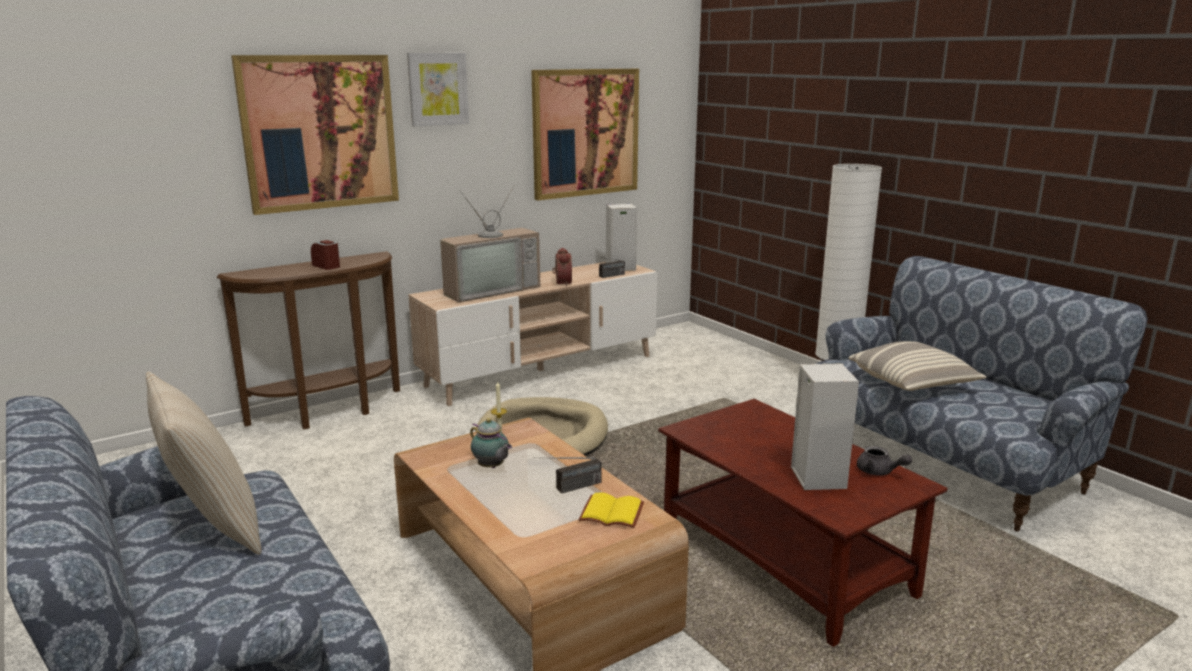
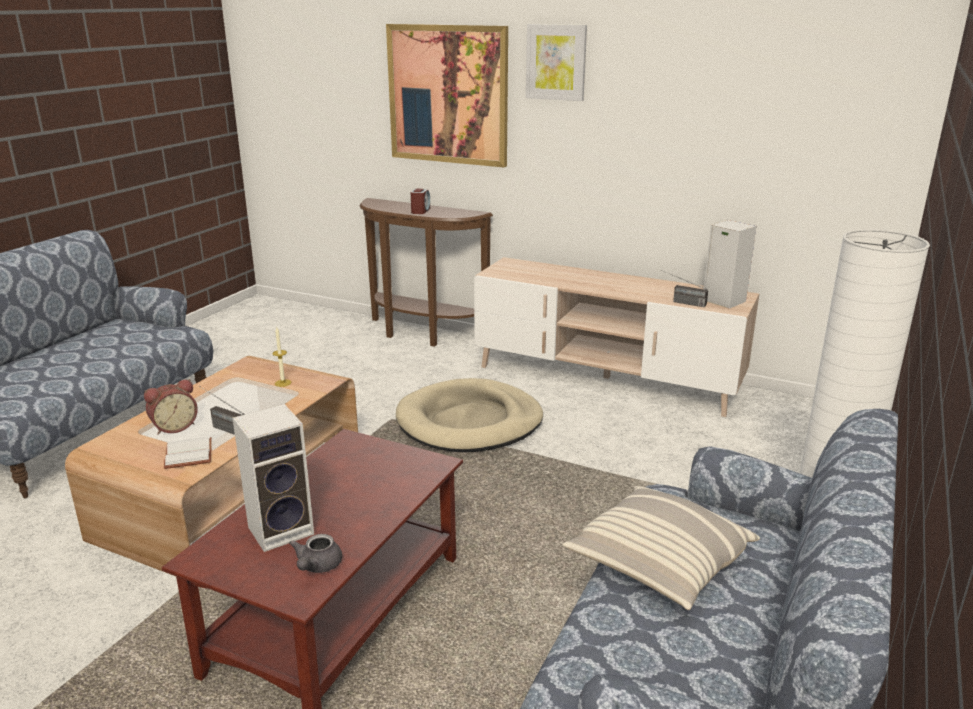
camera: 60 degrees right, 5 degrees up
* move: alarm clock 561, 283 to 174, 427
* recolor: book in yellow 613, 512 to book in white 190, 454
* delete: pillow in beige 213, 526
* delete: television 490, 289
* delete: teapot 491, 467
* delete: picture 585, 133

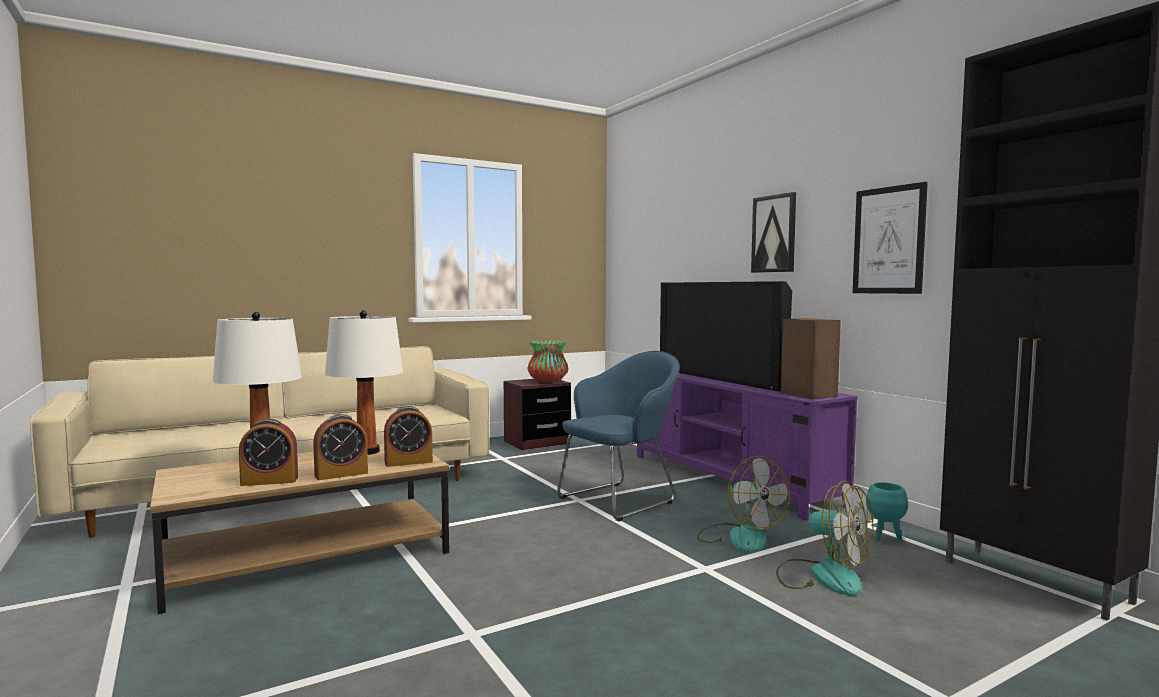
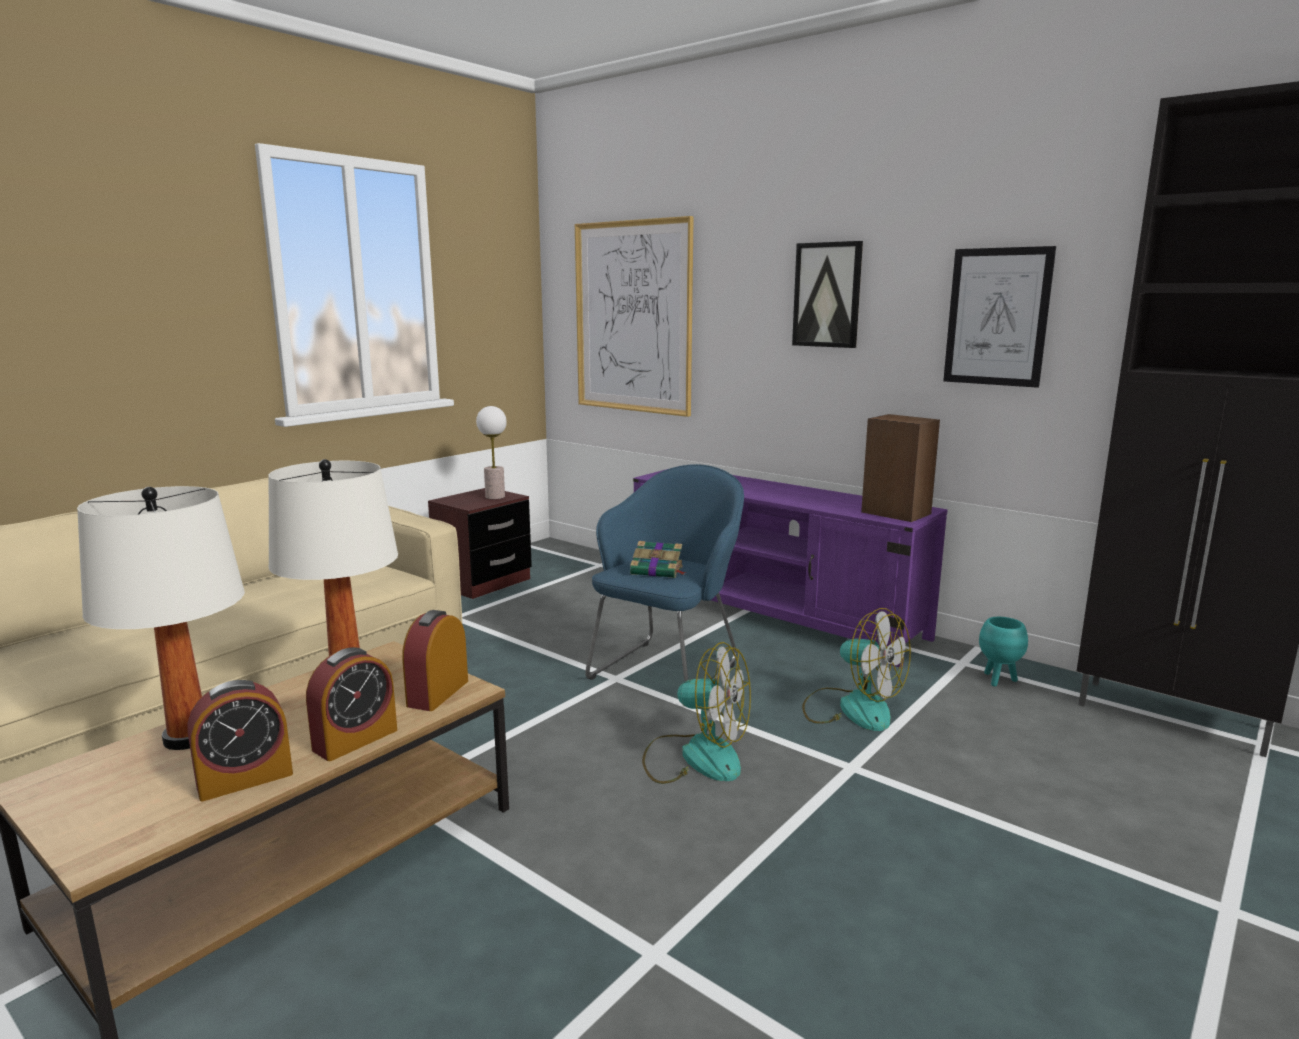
camera: 20 degrees left, 10 degrees up
* rotate: alarm clock 408, 462 = 438, 693 150 degrees clockwise
* replace: vase 548, 381 to table lamp 495, 497
* insert: picture 633, 317
* insert: book 658, 571
* move: fan 822, 576 to 696, 757
* delete: television 720, 378

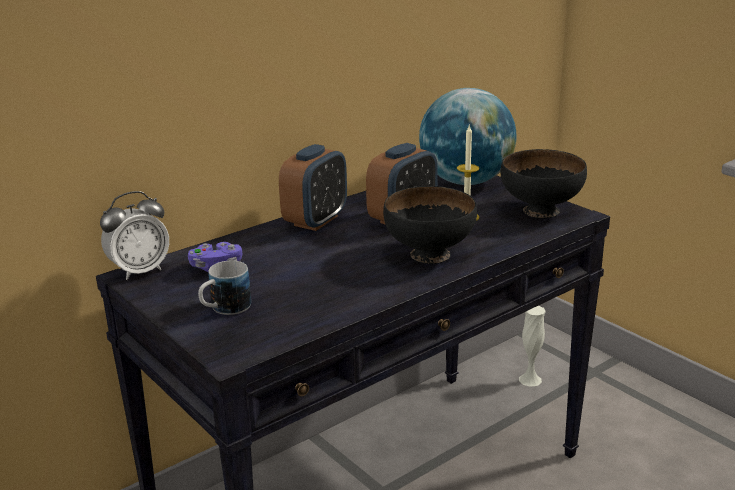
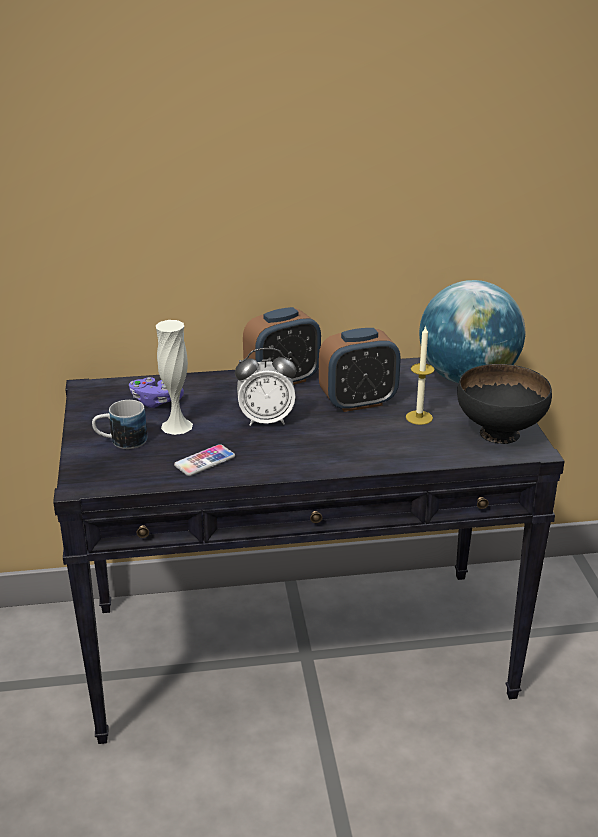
camera: 30 degrees right, 5 degrees up
* move: vase in white 530, 379 to 176, 426
* insert: phone 204, 461
* move: alarm clock 139, 271 to 266, 420
* delete: bowl in black 429, 254

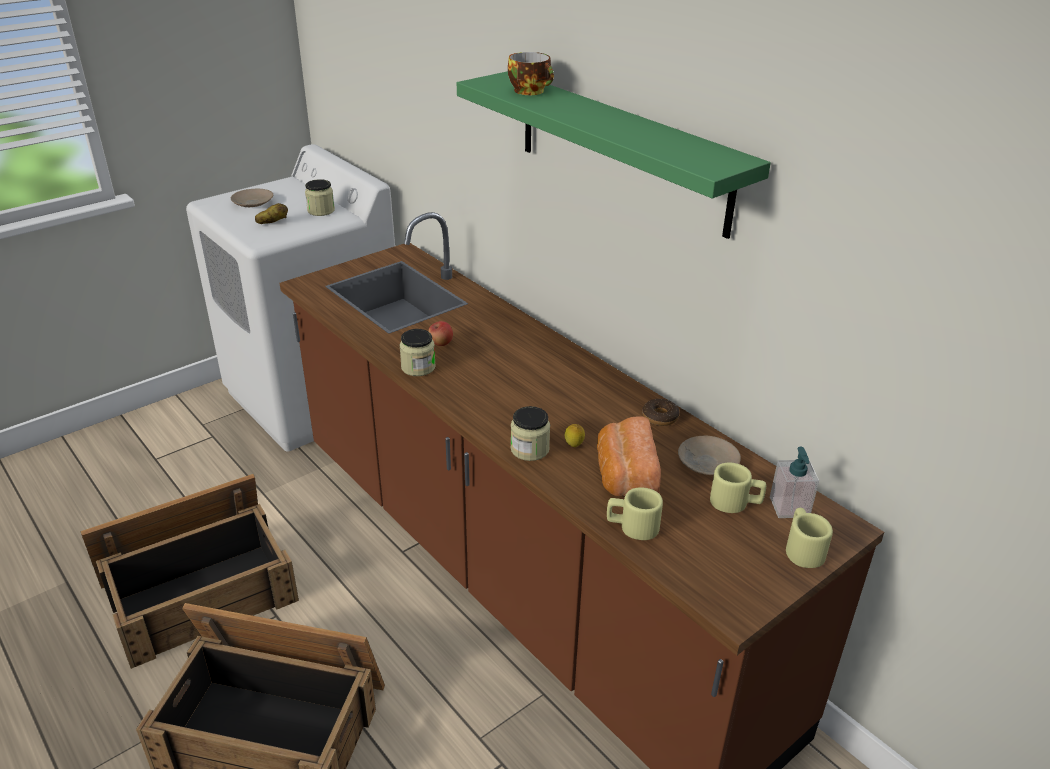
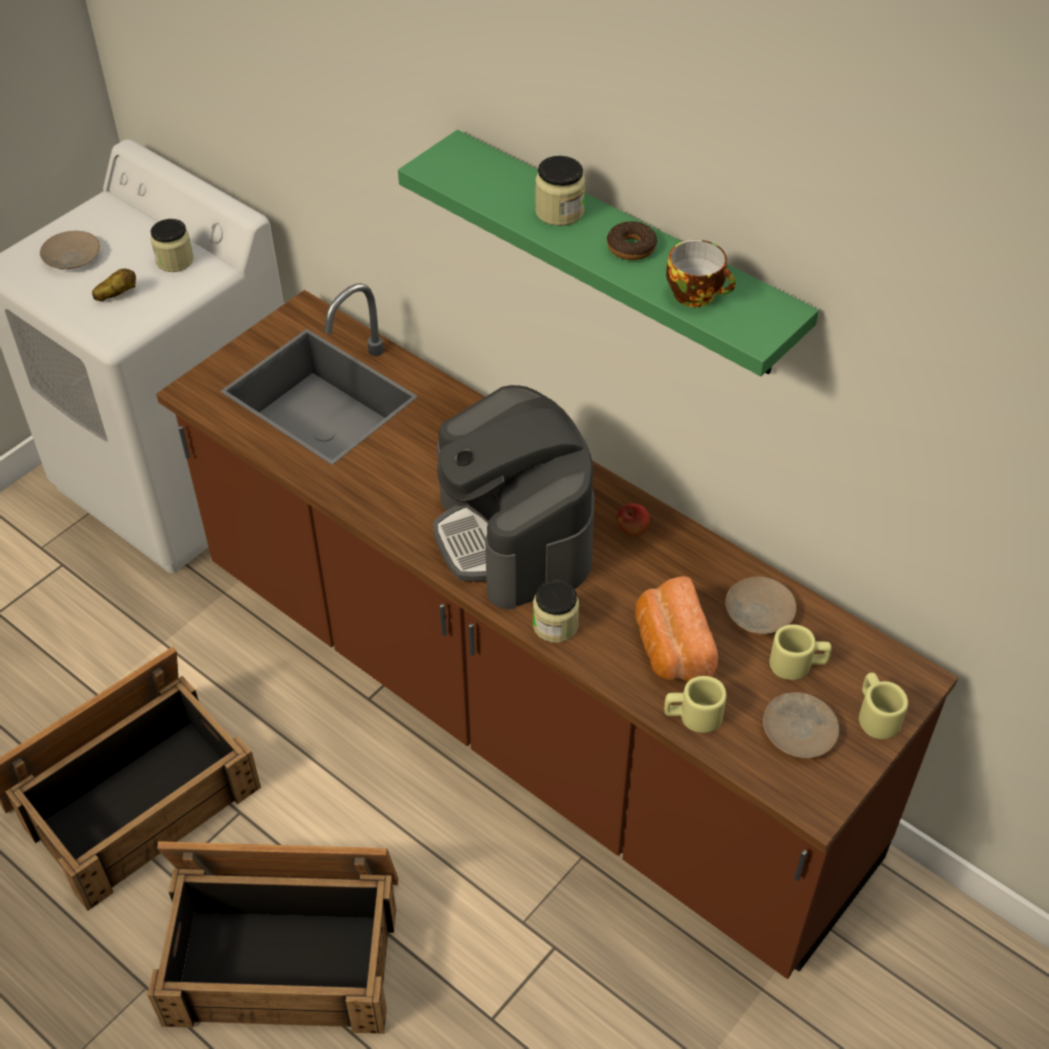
camera: 10 degrees left, 15 degrees up
* insert: coffee machine 514, 536
* move: jar 418, 367 to 559, 211
* move: donut 660, 417 to 631, 247
* move: apple 441, 343 to 632, 529
* move: cup 531, 91 to 697, 294
* insert: plate in beige 799, 730
* delete: lemon 574, 446
* delete: soap dispenser 789, 507

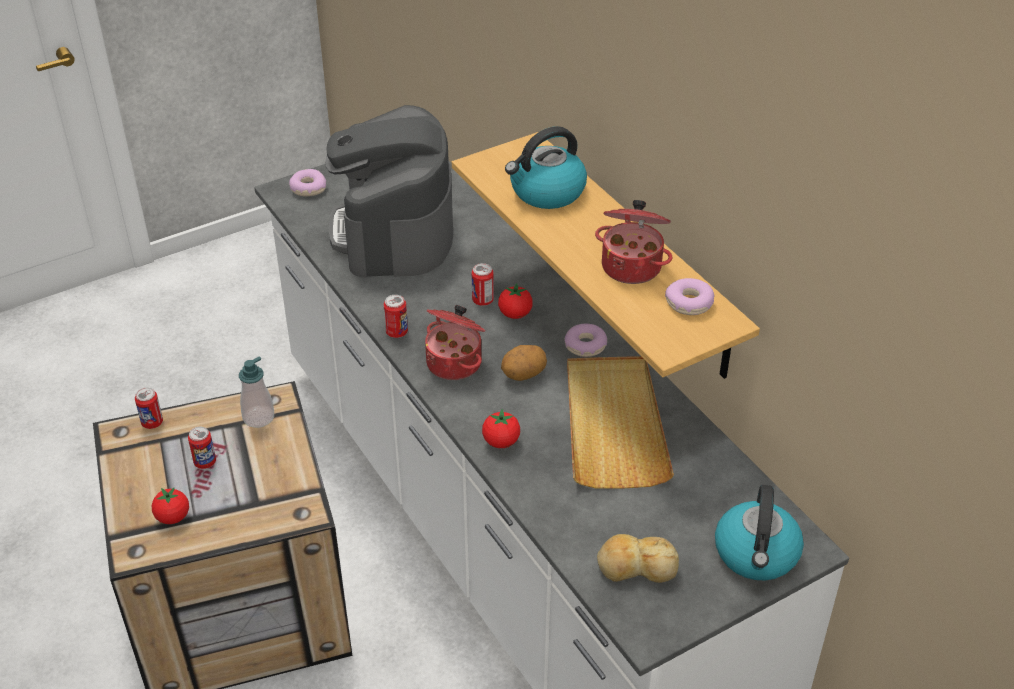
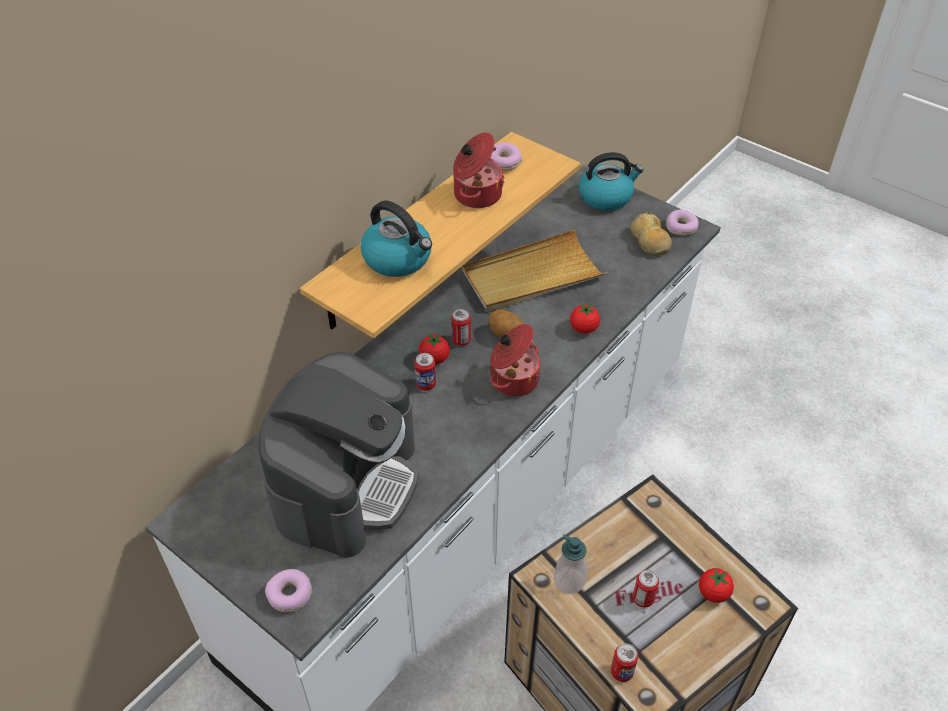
camera: 110 degrees left, 5 degrees up
* rotate: coffee machine 394, 231 = 346, 483 45 degrees counterclockwise
* move: can 396, 332 to 461, 340
* move: donut 585, 346 to 681, 227

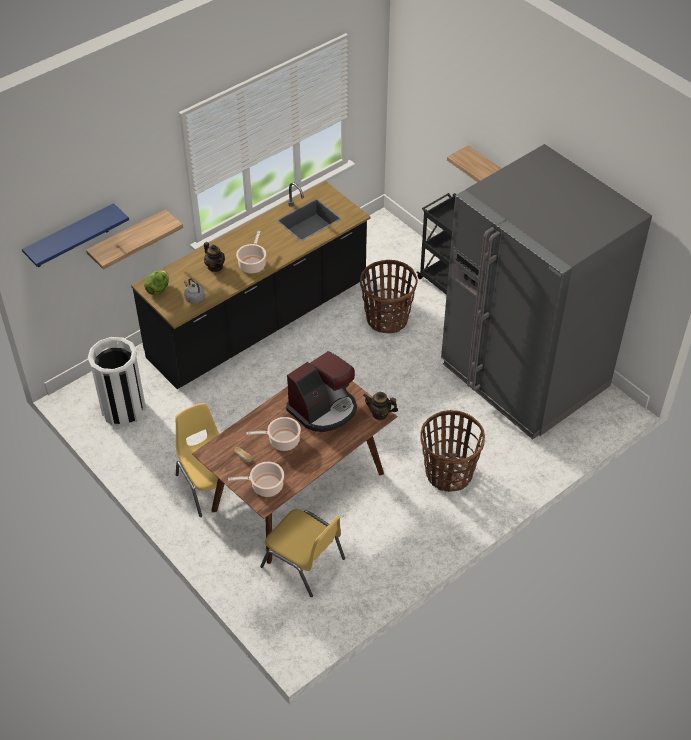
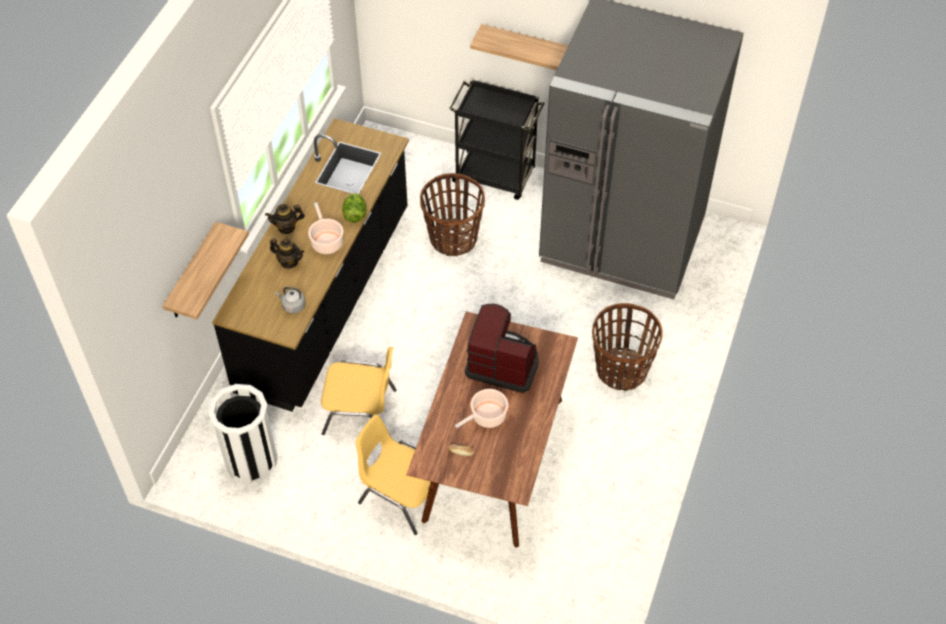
camera: 30 degrees left, 5 degrees up
* move: teapot 379, 414 to 286, 227
* move: chair in yellow 304, 563 to 361, 411
* move: lettuce 158, 289 to 355, 215
* rotate: coffee machine 323, 409 = 503, 363 90 degrees counterclockwise
* delete: shelf in blue 71, 237
* delete: cooking pot 265, 486

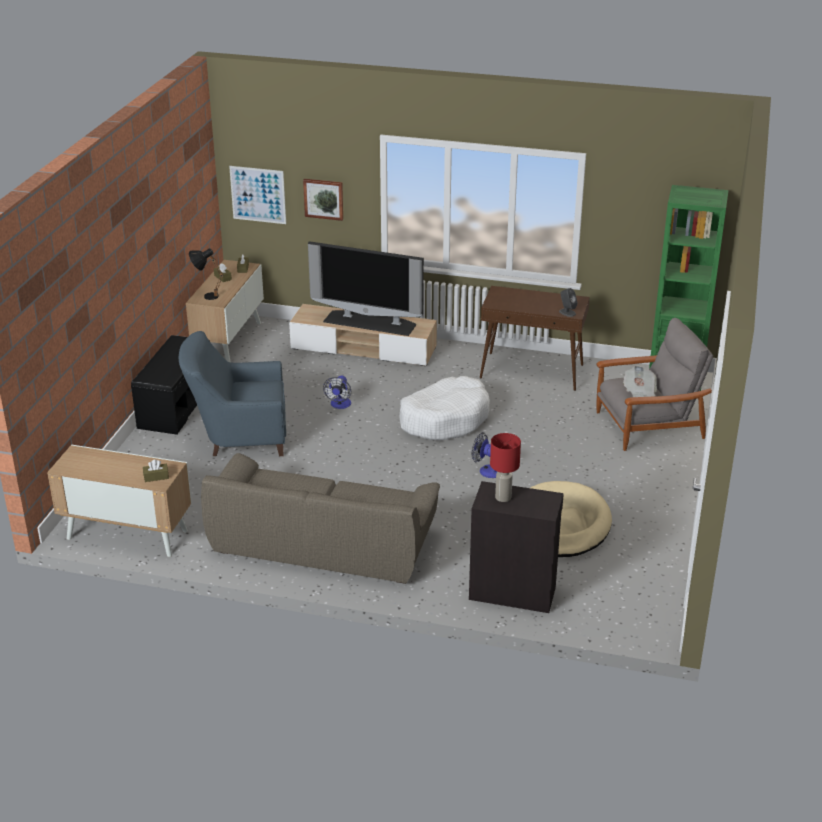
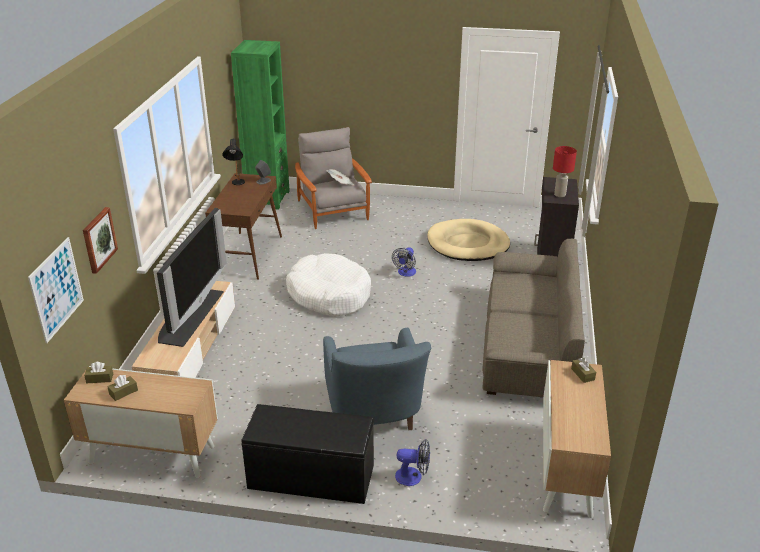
camera: 95 degrees left, 0 degrees up
* move: table lamp in black 206, 296 to 237, 184
* move: fan 340, 405 to 413, 477

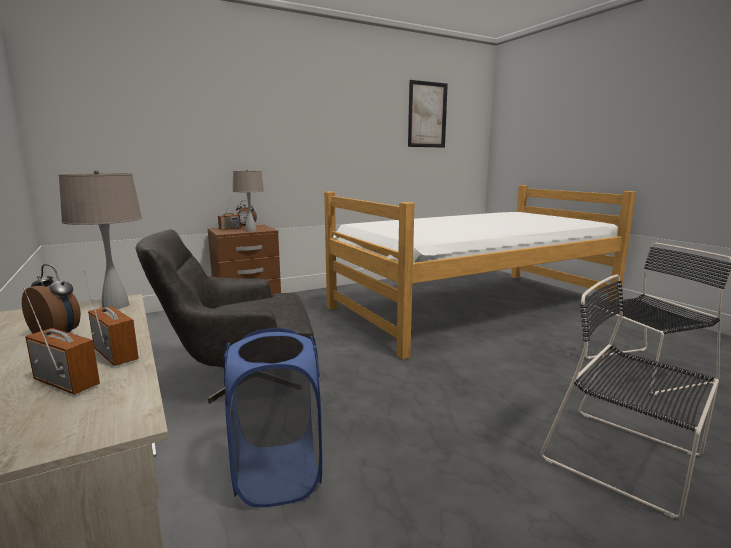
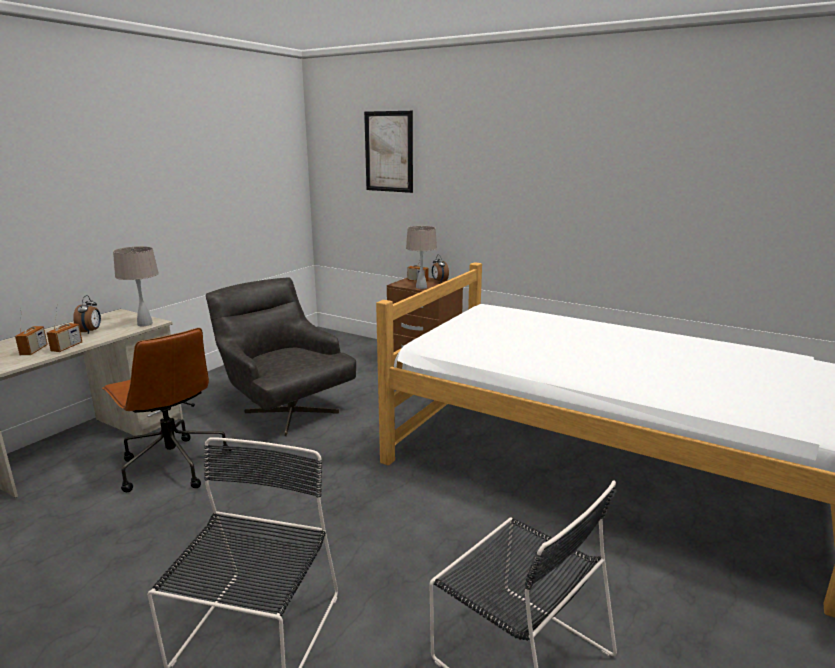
camera: 60 degrees right, 5 degrees up
* replace: laundry basket in blue 278, 474 to office chair in brown 173, 465
* move: picture 427, 115 to 389, 152

